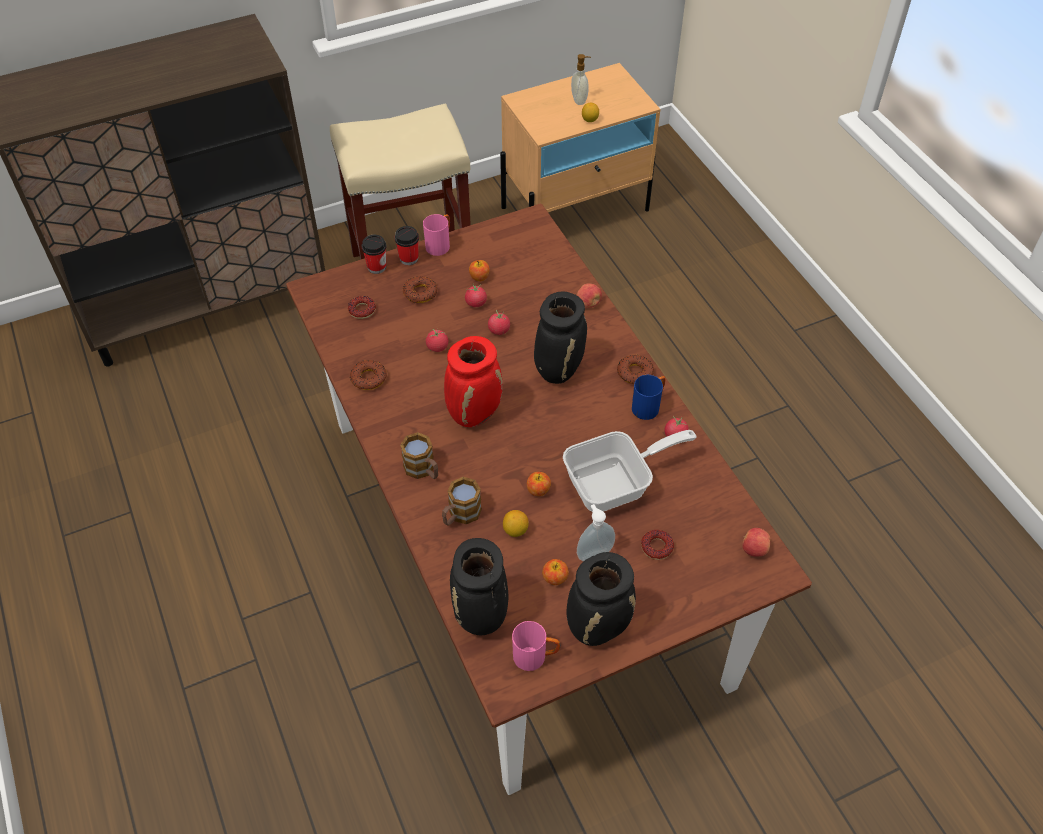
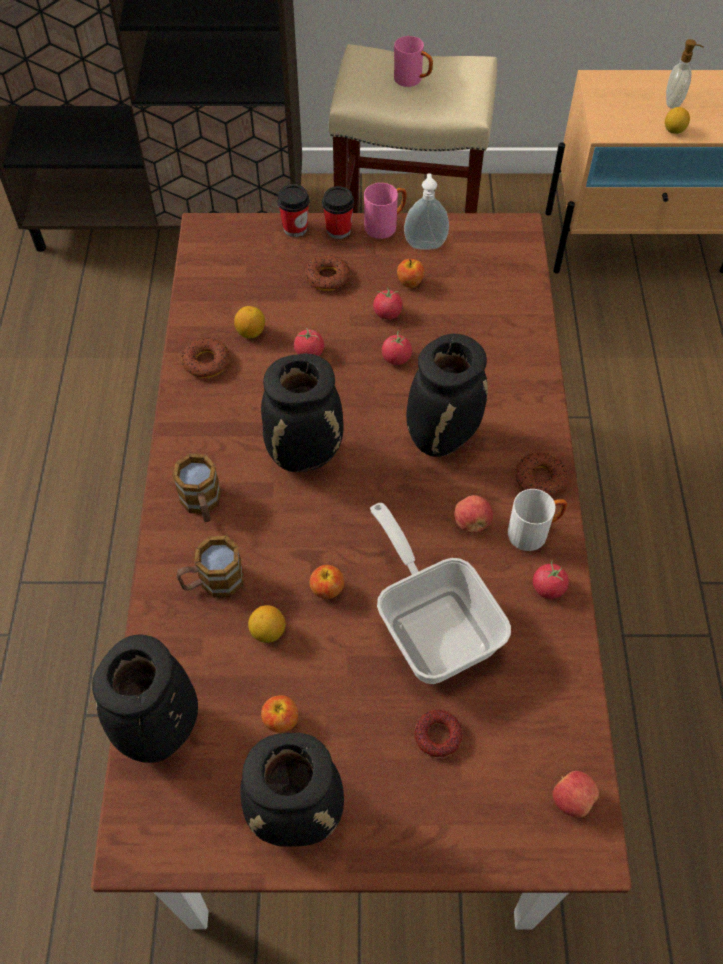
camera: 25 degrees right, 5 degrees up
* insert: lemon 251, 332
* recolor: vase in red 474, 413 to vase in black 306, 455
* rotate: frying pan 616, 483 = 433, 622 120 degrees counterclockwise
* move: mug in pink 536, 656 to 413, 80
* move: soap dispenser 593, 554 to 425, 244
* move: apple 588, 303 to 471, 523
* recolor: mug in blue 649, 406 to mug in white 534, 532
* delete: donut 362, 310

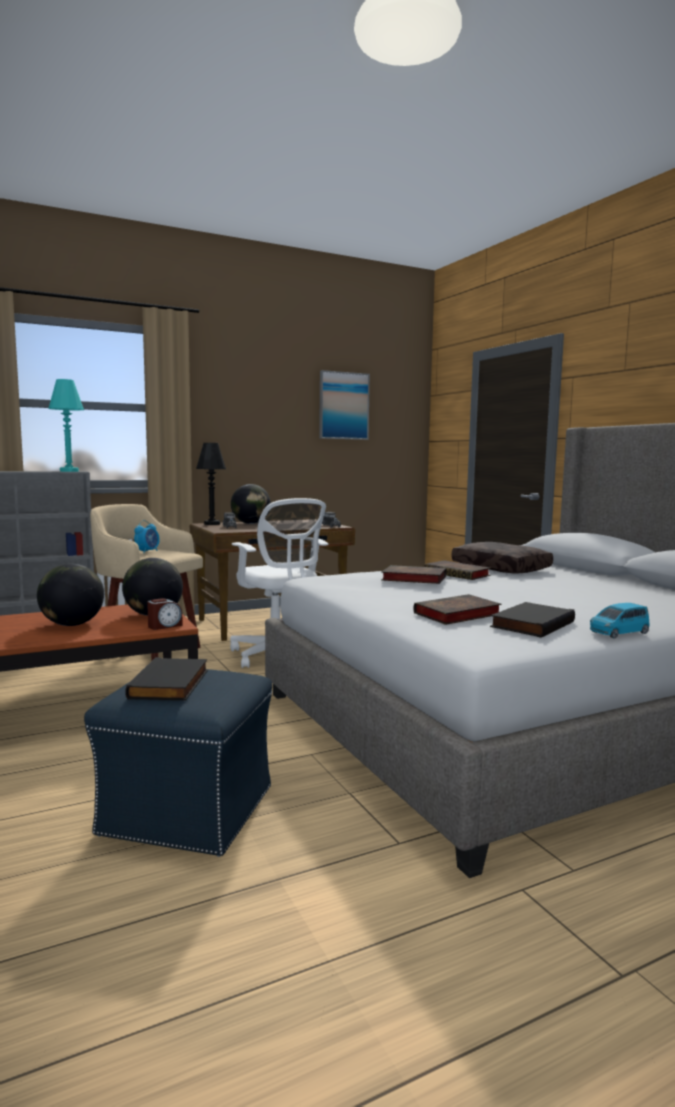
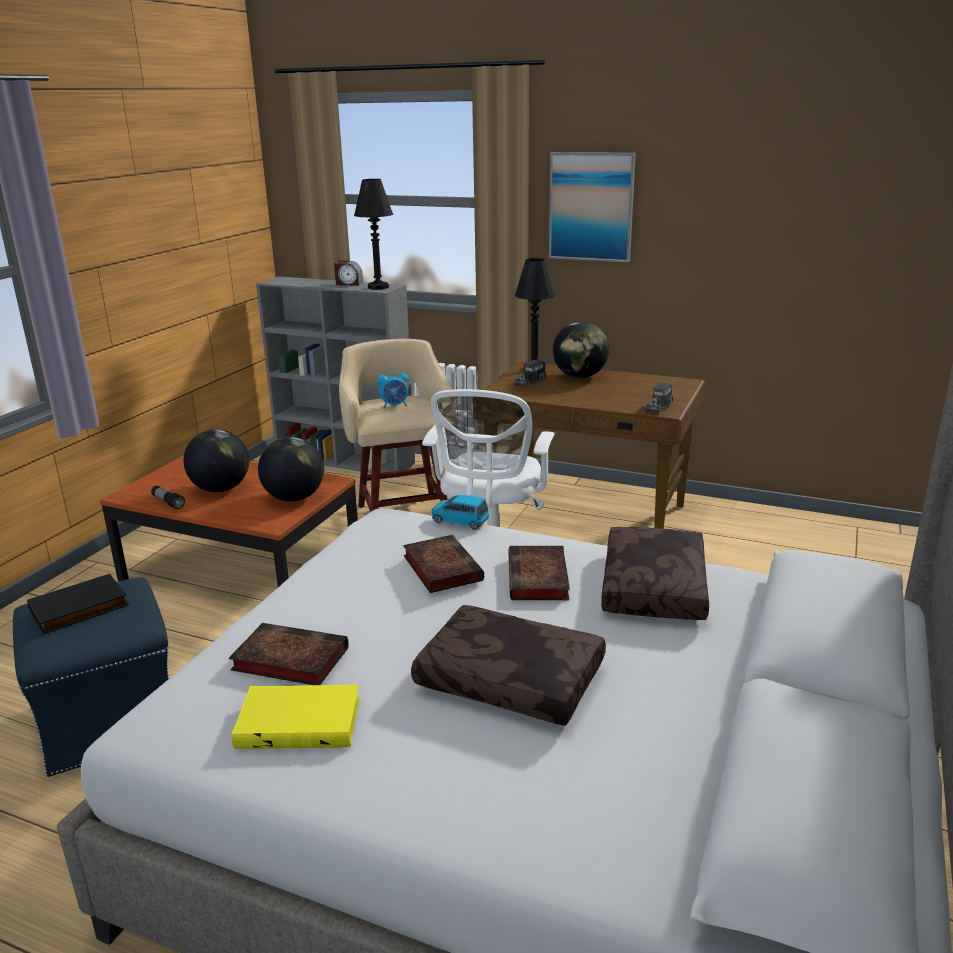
camera: 50 degrees right, 15 degrees up
* insert: flashlight 168, 502
* recolor: book in black 531, 624 to book in yellow 300, 721
* move: alarm clock 165, 626 to 349, 284
* recolor: table lamp in turquoise 69, 471 to table lamp in black 378, 287
* insert: pillow in brown 507, 681
* move: toy car in blue 618, 633 to 460, 521
* move: picture 343, 406 to 591, 207

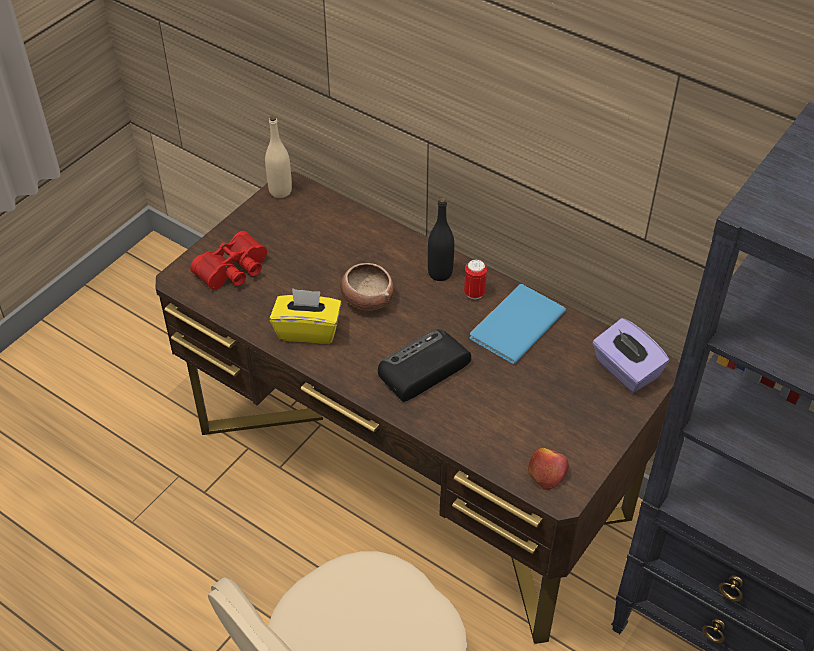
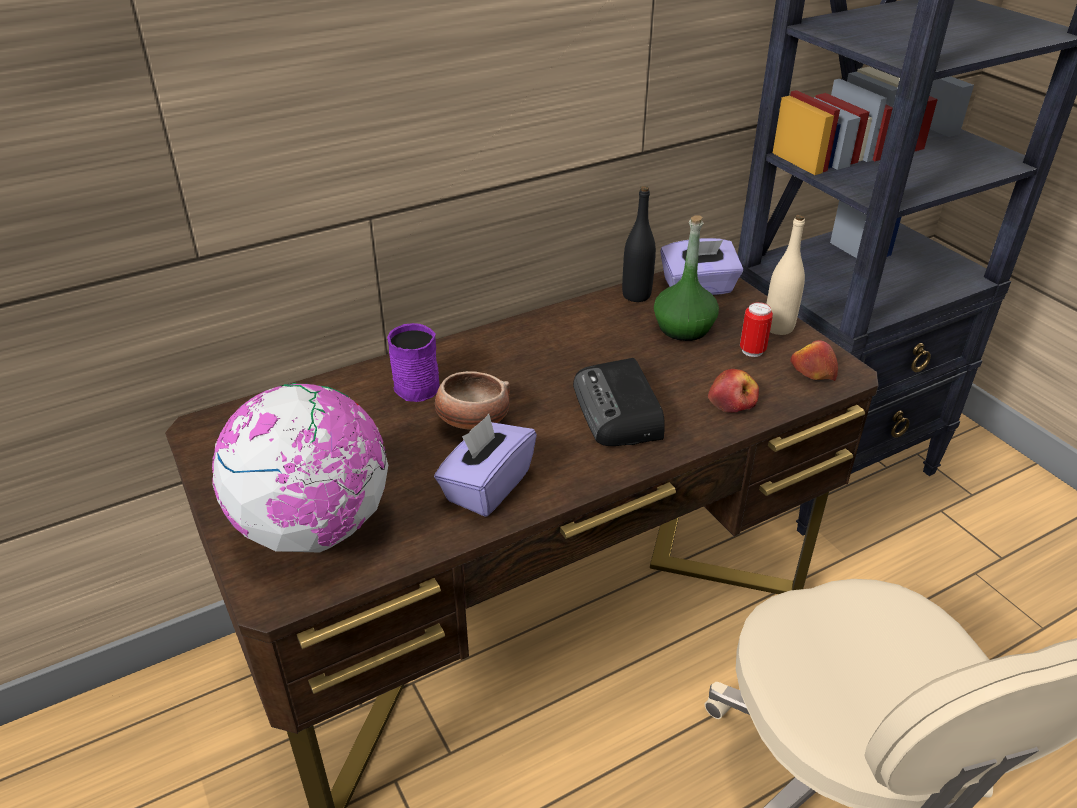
camera: 65 degrees left, 10 degrees down
* replace: binoculars in red 234, 271 to globe 315, 528
* insert: mug in purple 413, 384
* recolor: tissue box in yellow 308, 330 to tissue box in purple 487, 486
* move: bottle in black 440, 273 to 636, 295
* insert: bottle in green 683, 328
* insert: apple 732, 401
* move: can 474, 293 to 752, 351
* move: bottle in beige 280, 191 to 778, 327
* delete: book in blue 513, 325

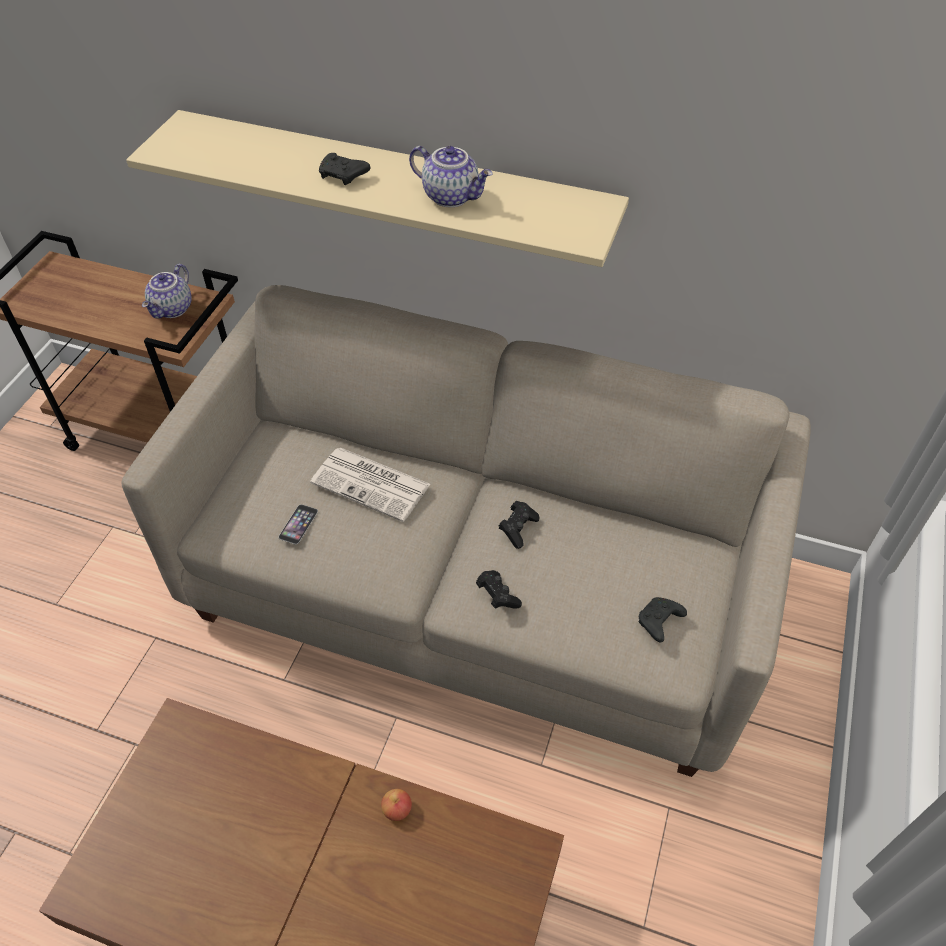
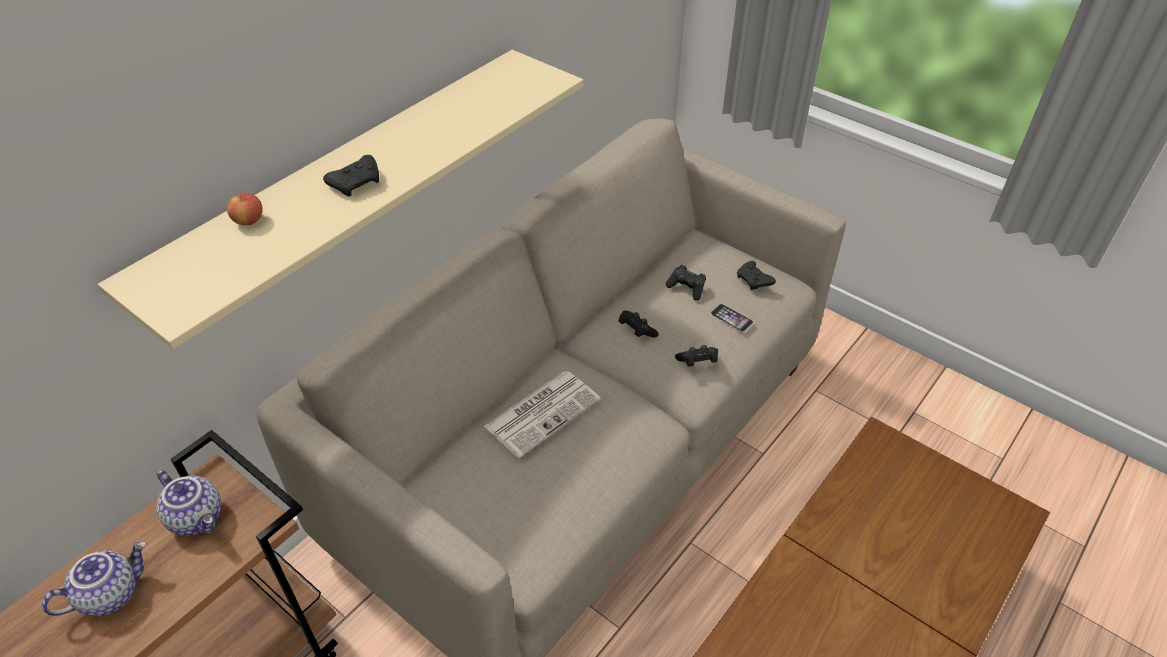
camera: 70 degrees left, 5 degrees down
* move: teapot 452, 196 to 110, 593
* move: apple 397, 809 to 248, 220
* insert: game controller in black 687, 288
* move: phone 298, 524 to 731, 317

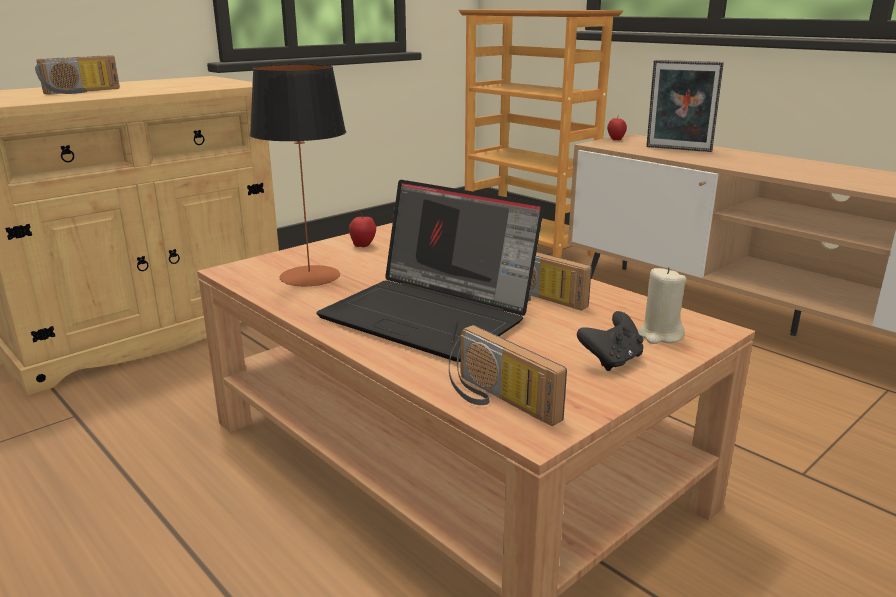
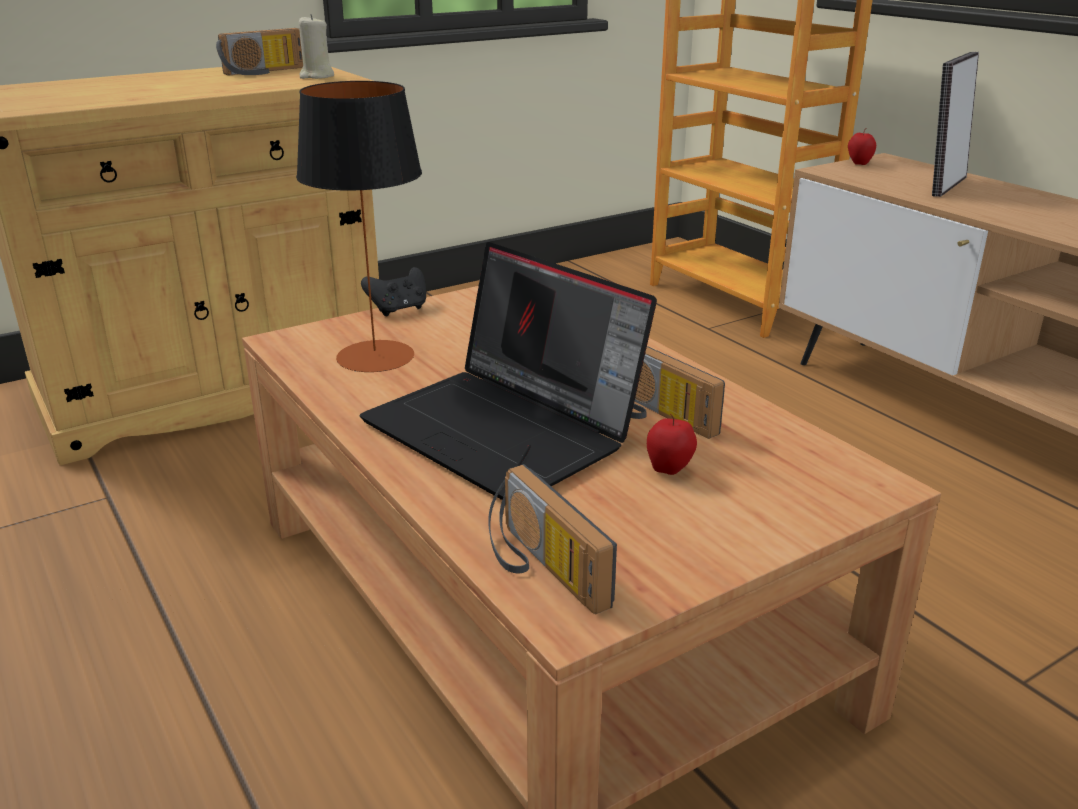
camera: 10 degrees right, 5 degrees up
* move: radio 83, 92 to 265, 72
* move: candle in beige 659, 335 to 316, 76
* move: game controller in black 611, 361 to 398, 310
* move: apple 363, 246 to 669, 470
* rotate: picture frame 678, 149 = 943, 186 90 degrees clockwise

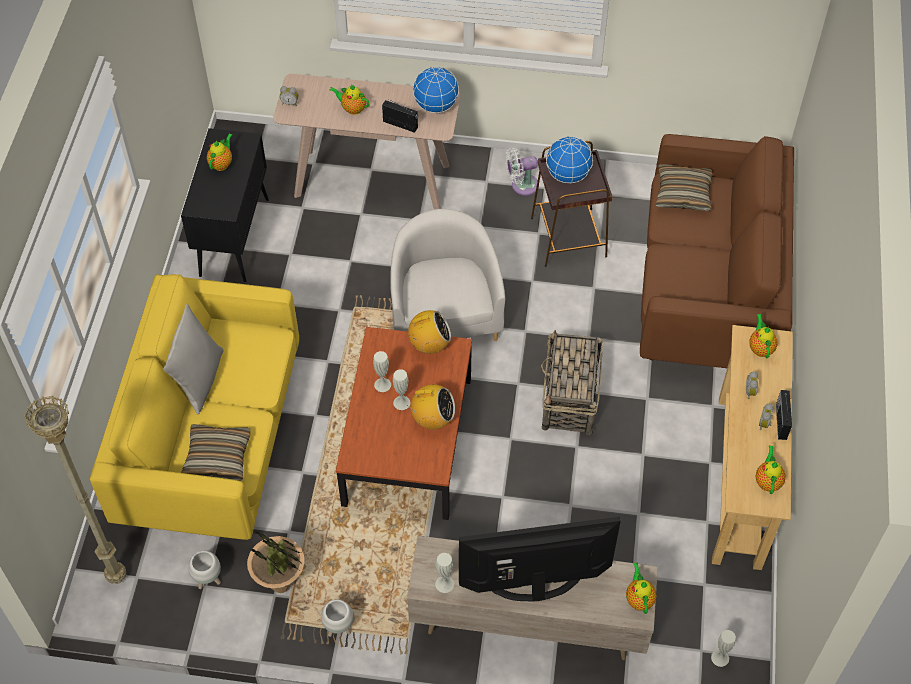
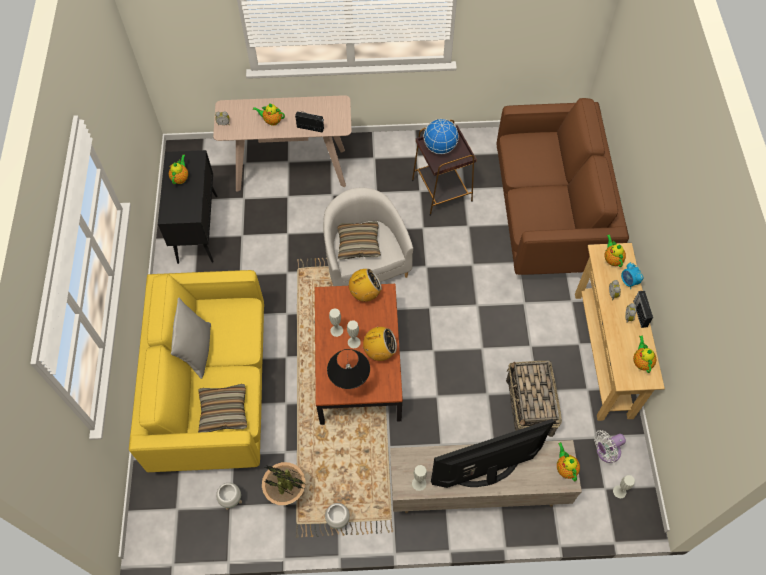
camera: 10 degrees left, 5 degrees up
* insert: table lamp in black 350, 386
* move: pillow 683, 194 to 358, 244
* move: basket 569, 399 to 529, 408
* move: fan in white 522, 185 to 606, 452
* insert: alarm clock 628, 282
* delete: floor lamp in beige 118, 575
* delete: globe 436, 106

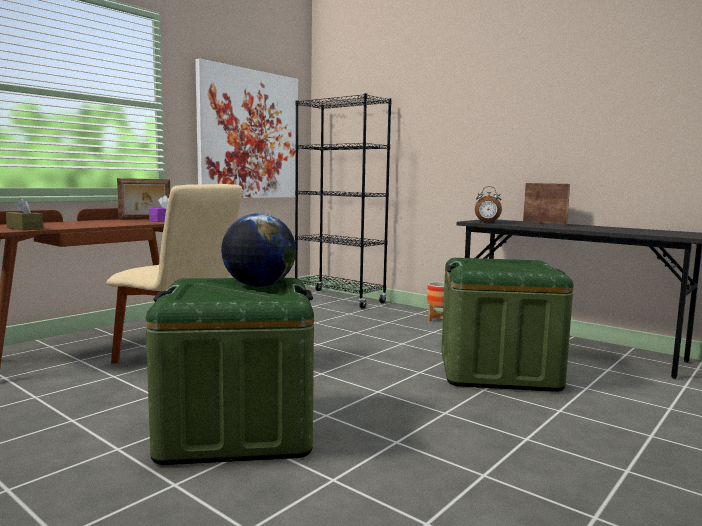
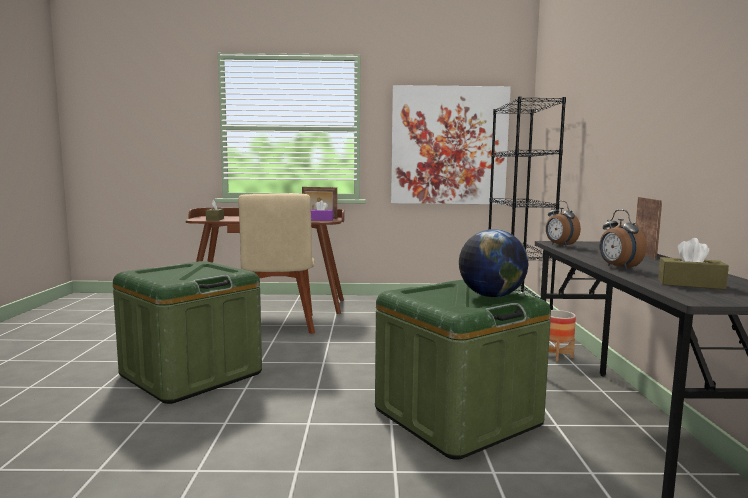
camera: 50 degrees right, 0 degrees up
* move: globe 258, 286 to 491, 296
* insert: alarm clock 618, 267
* insert: tissue box in brown 690, 284

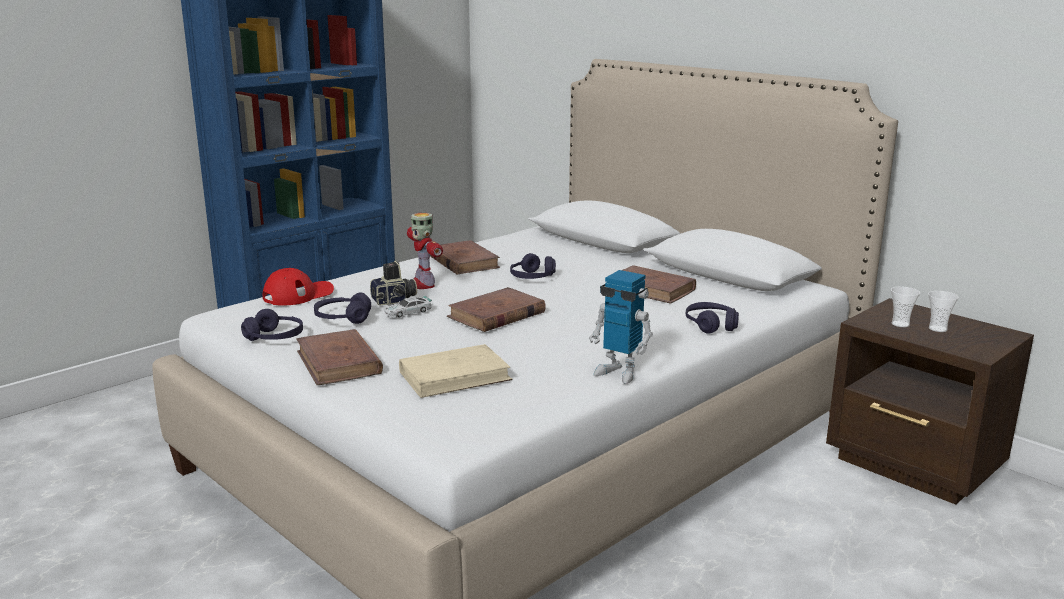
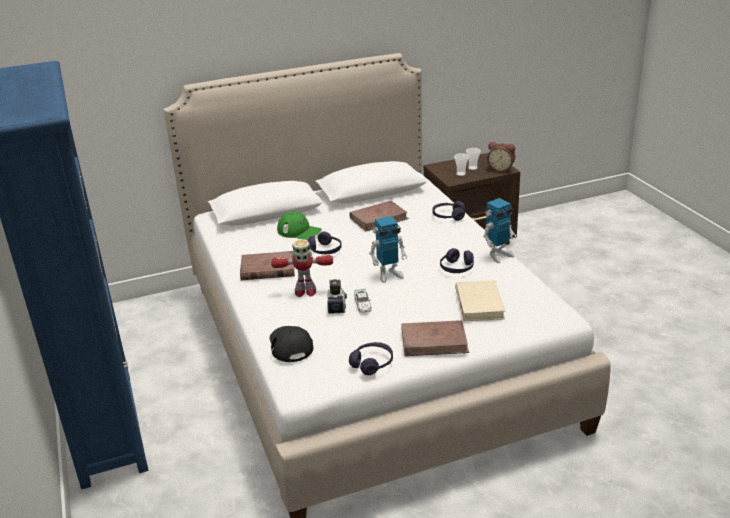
camera: 65 degrees left, 10 degrees up
* recolor: cap in red 298, 294 to cap in black 290, 345
* insert: cap in green 299, 231
* replace: book in brown 496, 315 to toy robot 389, 274
* move: headphones in purple 343, 318 to 457, 268
* insert: alarm clock 501, 169

